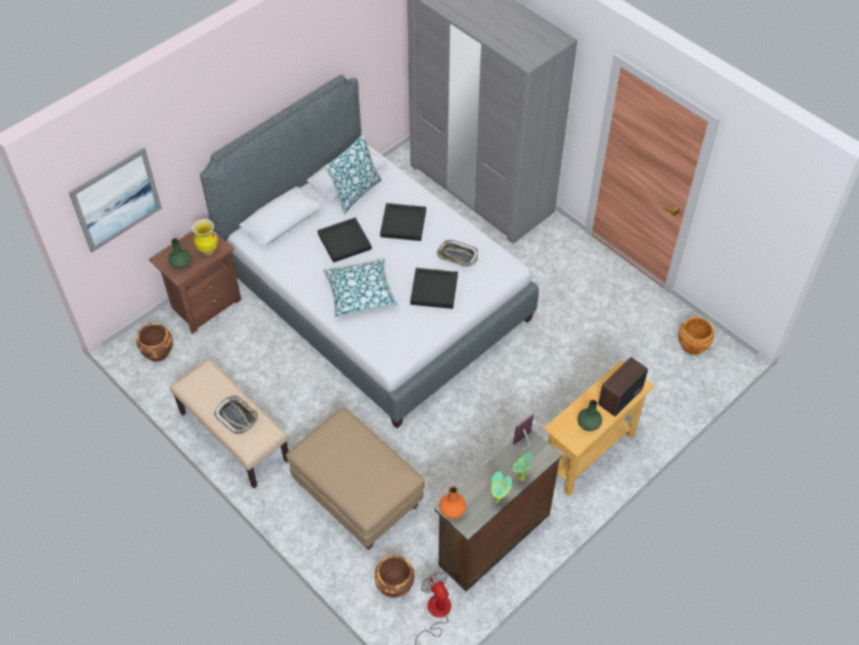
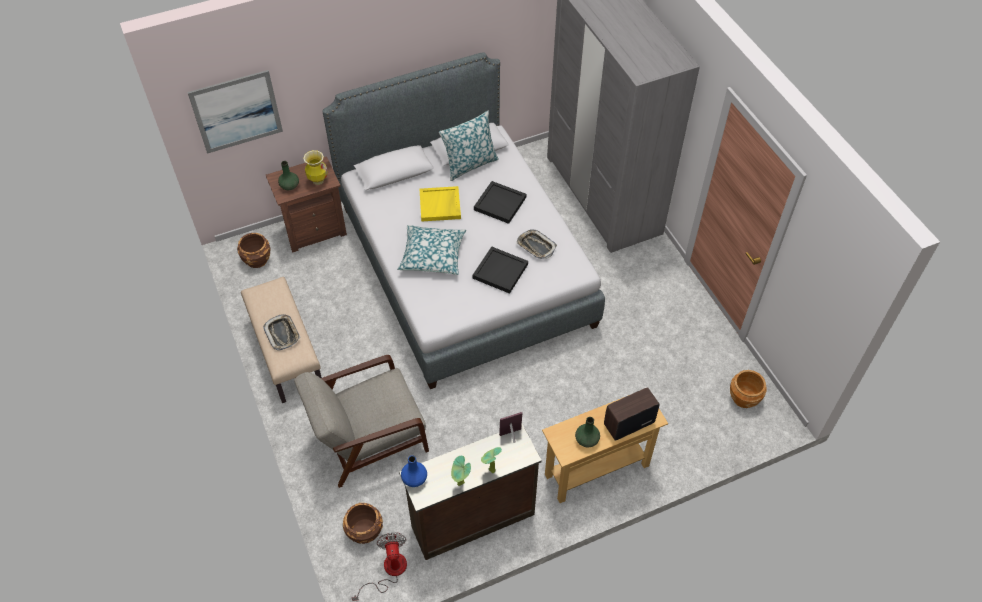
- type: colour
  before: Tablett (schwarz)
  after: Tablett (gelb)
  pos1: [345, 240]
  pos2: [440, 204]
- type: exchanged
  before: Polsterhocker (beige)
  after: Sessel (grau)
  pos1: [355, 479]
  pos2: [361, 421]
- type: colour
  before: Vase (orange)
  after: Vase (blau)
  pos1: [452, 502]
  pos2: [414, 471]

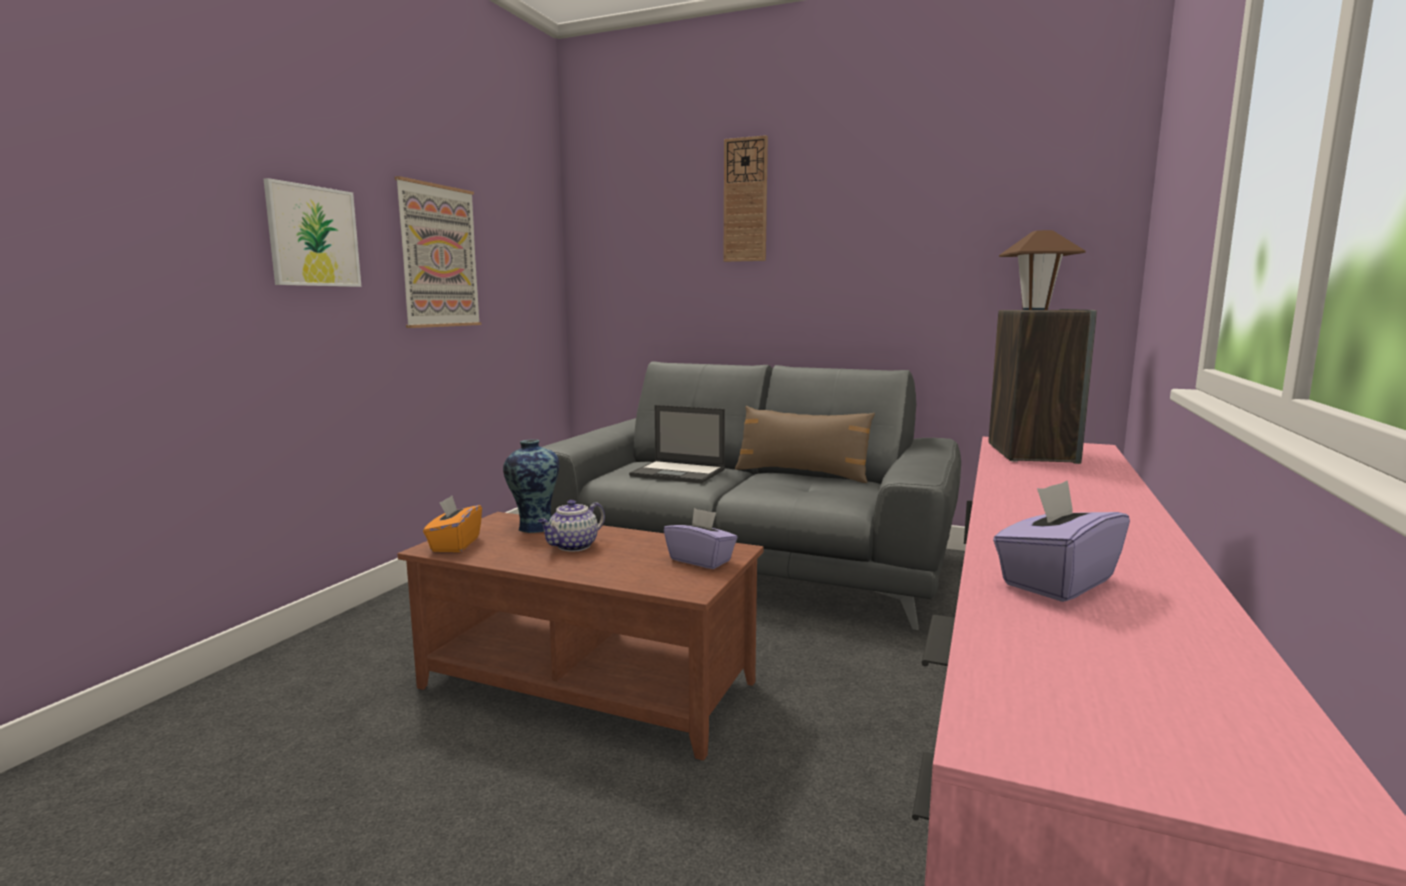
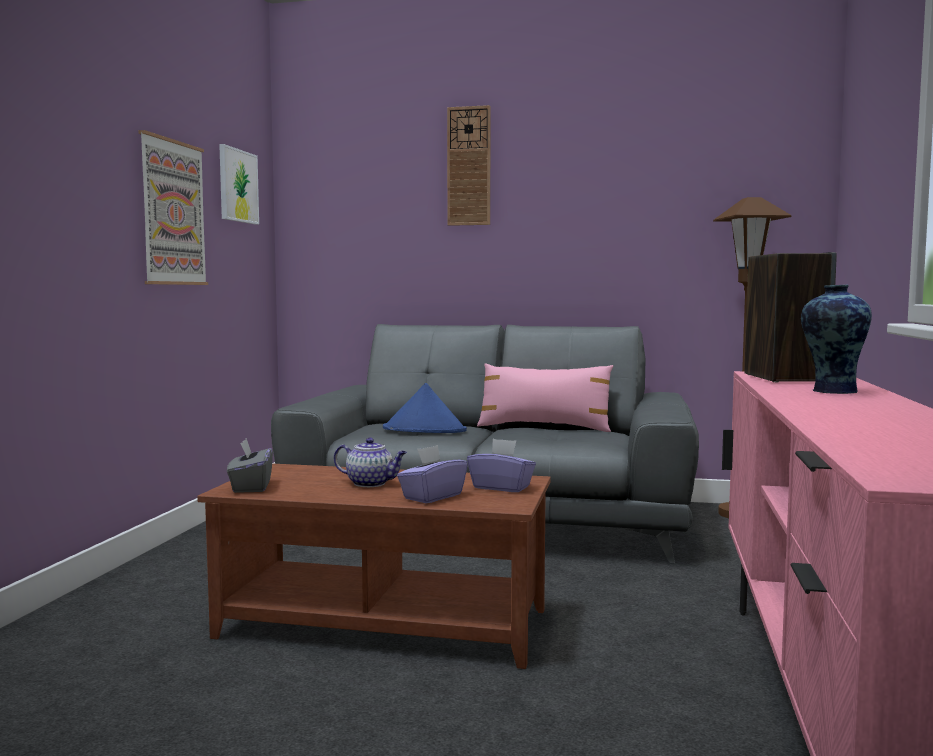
- type: relocated
  before: Bild
  pos1: [312, 232]
  pos2: [239, 184]
- type: exchanged
  before: Laptop
  after: Hut (blau)
  pos1: [677, 444]
  pos2: [425, 408]
- type: colour
  before: Kissen (braun)
  after: Kissen (rosa)
  pos1: [805, 444]
  pos2: [545, 397]
- type: relocated
  before: Vase
  pos1: [531, 486]
  pos2: [836, 339]
- type: relocated
  before: Taschentuchbox (lila)
  pos1: [1061, 541]
  pos2: [432, 474]
- type: colour
  before: Taschentuchbox (orange)
  after: Taschentuchbox (grau)
  pos1: [452, 523]
  pos2: [250, 465]
- type: spun
  before: Teekanne
  pos1: [571, 525]
  pos2: [370, 462]
  turn: -105

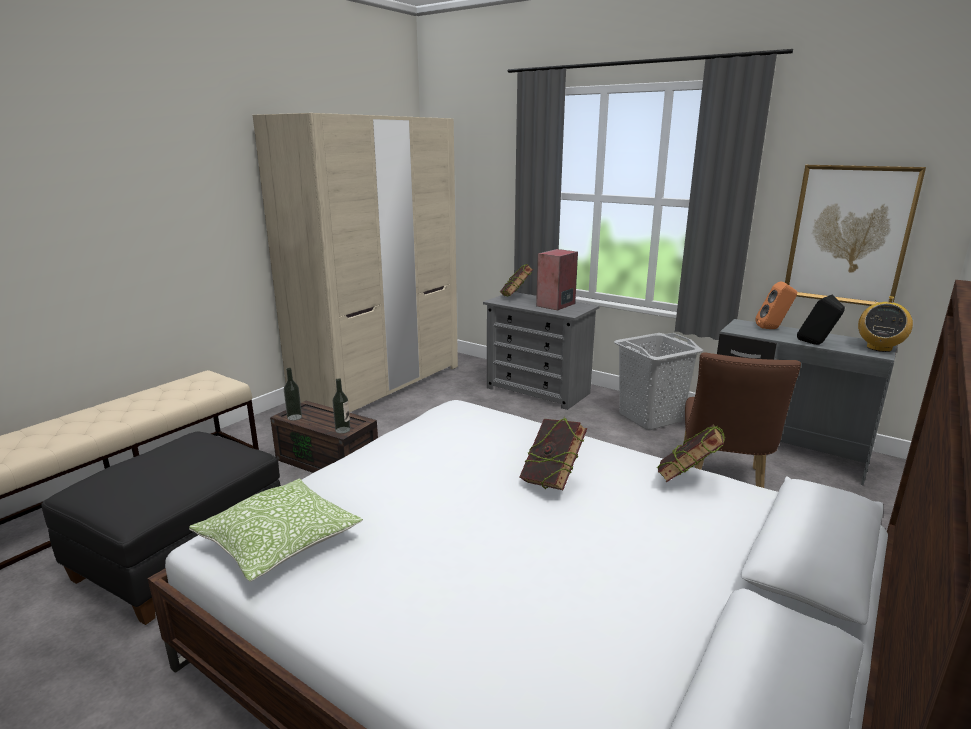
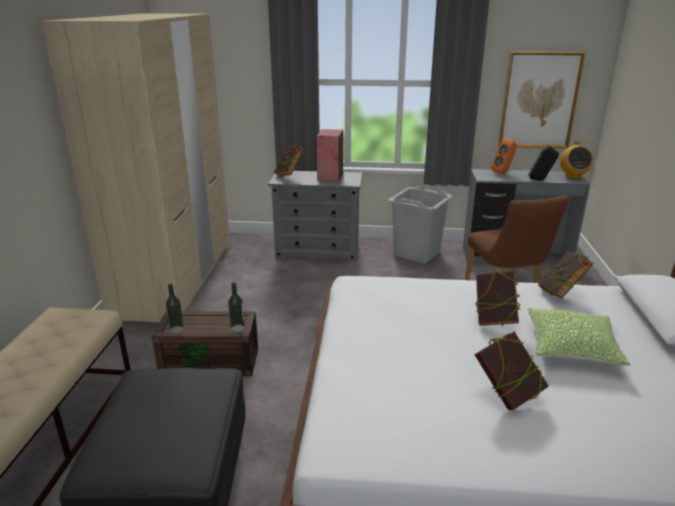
- type: relocated
  before: Kissen
  pos1: [276, 530]
  pos2: [579, 337]
- type: appeared
  after: Buch
  pos2: [511, 370]

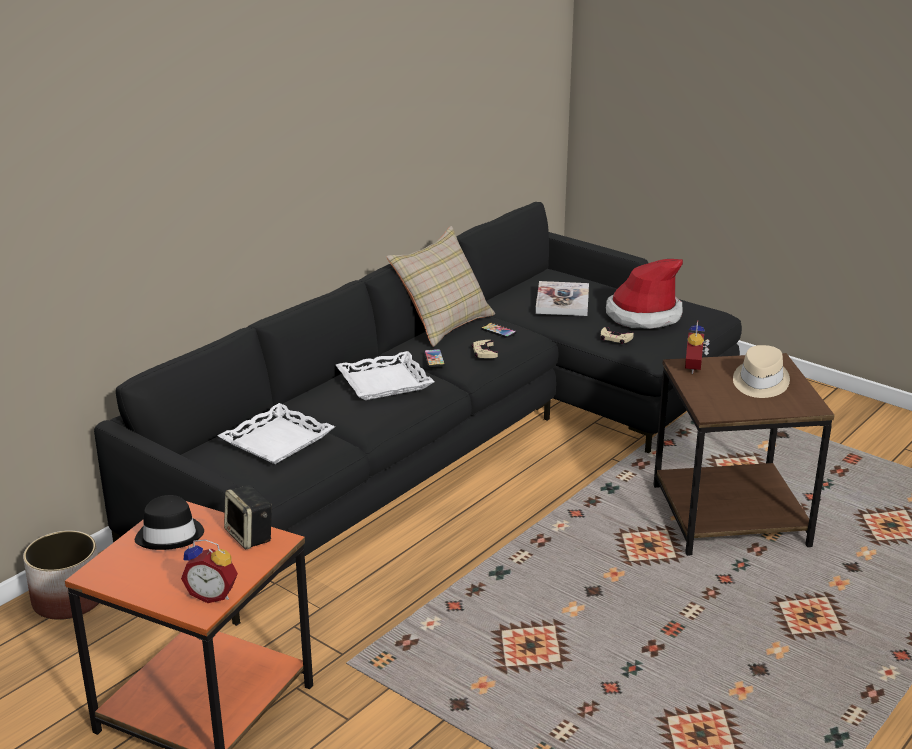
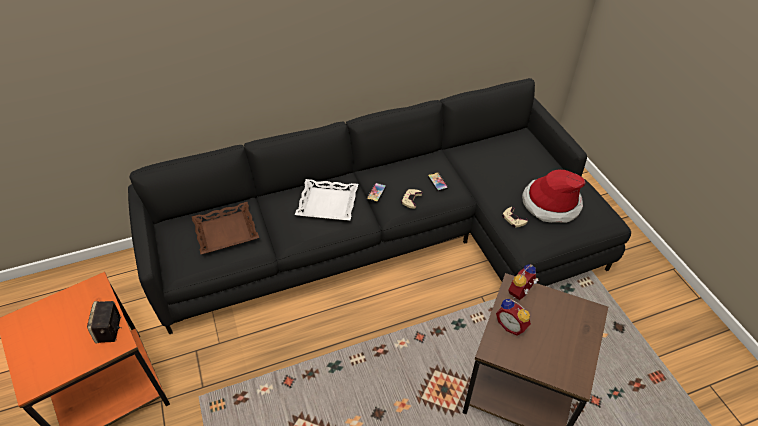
- type: missing
  before: Kissen (beige)
  pos1: [440, 286]
- type: missing
  before: Buch
  pos1: [562, 298]
- type: missing
  before: Hut (beige)
  pos1: [761, 371]
- type: colour
  before: Tablett (weiß)
  after: Tablett (braun)
  pos1: [276, 433]
  pos2: [225, 228]
- type: missing
  before: Hut (schwarz)
  pos1: [169, 522]
- type: missing
  before: Pflanzkübel
  pos1: [61, 575]
- type: relocated
  before: Wecker
  pos1: [209, 571]
  pos2: [513, 317]

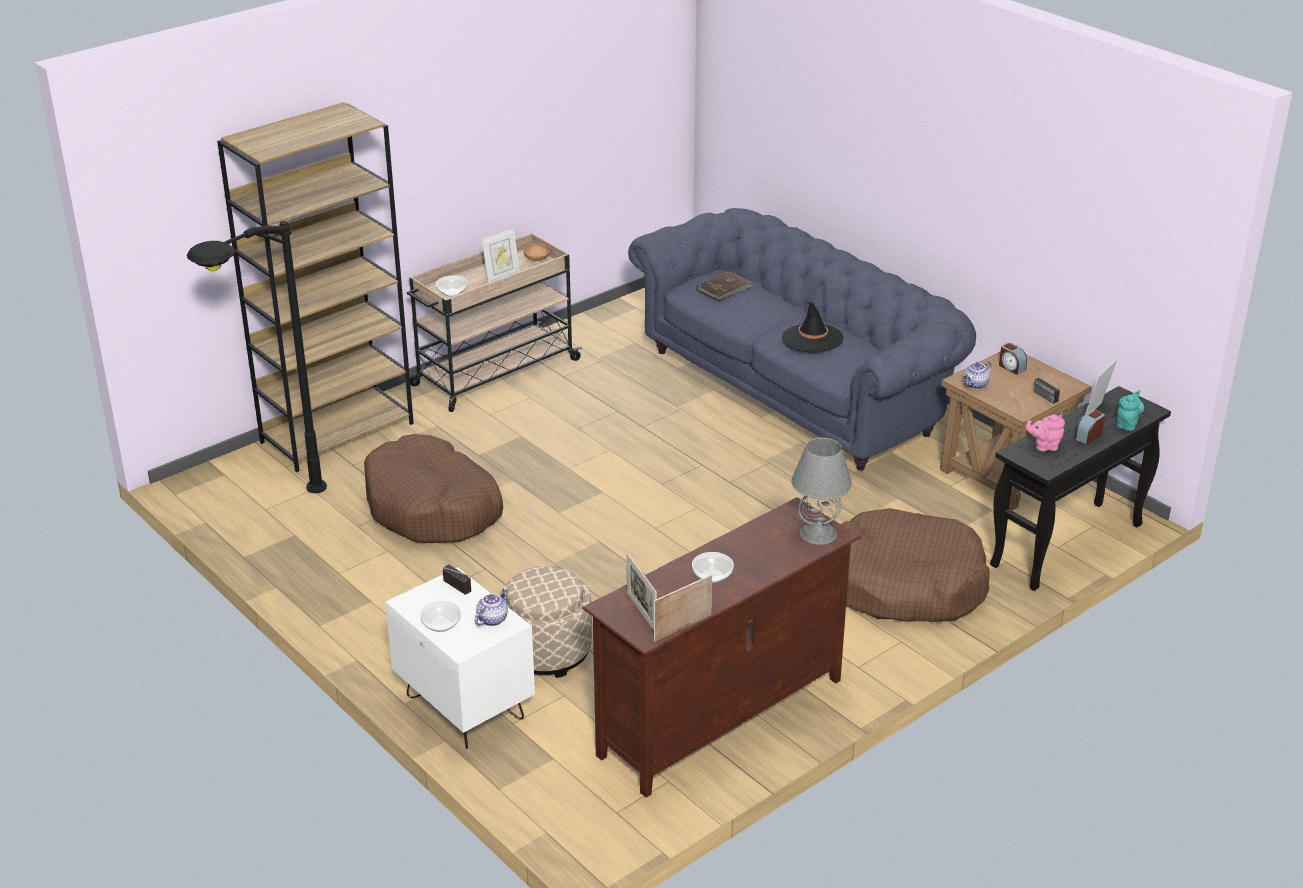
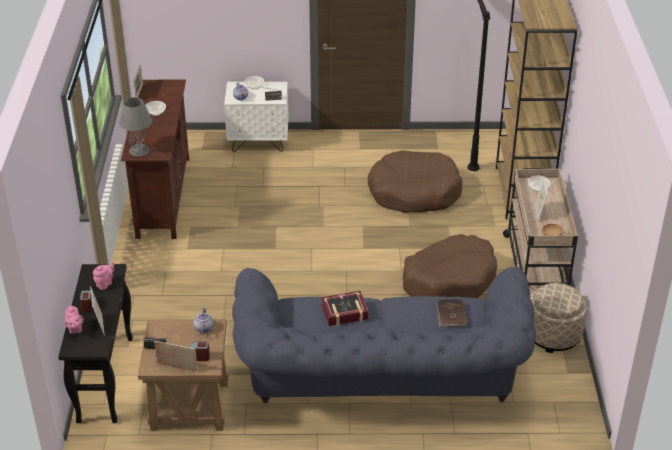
- type: exchanged
  before: Hut (schwarz)
  after: Buch
  pos1: [813, 327]
  pos2: [345, 308]
- type: colour
  before: Teekanne (türkis)
  after: Teekanne (rosa)
  pos1: [1130, 410]
  pos2: [74, 319]
- type: relocated
  before: Hundebett (braun)
  pos1: [915, 565]
  pos2: [450, 266]
- type: relocated
  before: Bilderrahmen
  pos1: [642, 591]
  pos2: [176, 356]
- type: relocated
  before: Polsterhocker (beige)
  pos1: [545, 622]
  pos2: [558, 318]

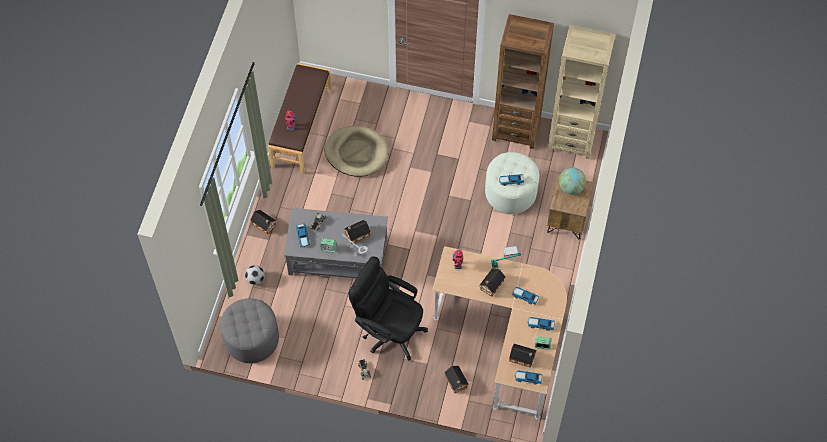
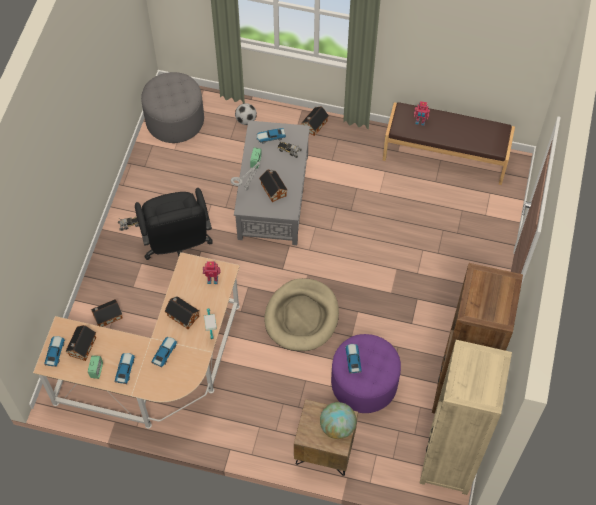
- type: relocated
  before: Hundebett (beige)
  pos1: [356, 151]
  pos2: [301, 314]
- type: colour
  before: Polsterhocker (weiß)
  after: Polsterhocker (lila)
  pos1: [512, 183]
  pos2: [366, 373]
- type: spun
  before: Bürostuhl (schwarz)
  pos1: [388, 308]
  pos2: [174, 224]
  turn: 135

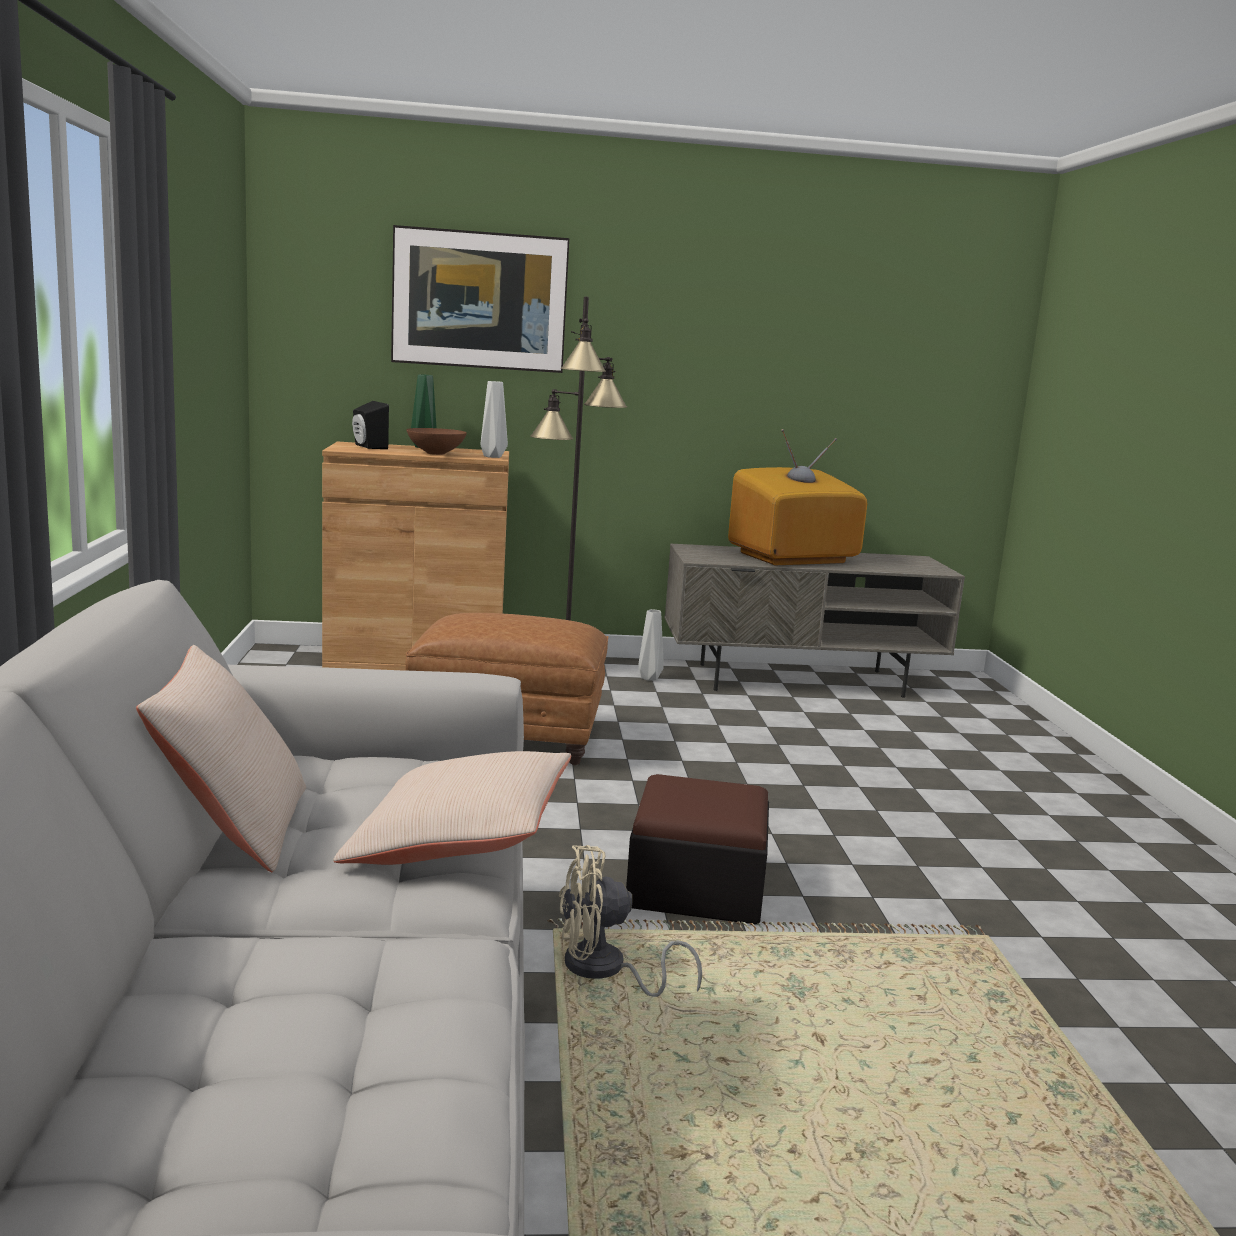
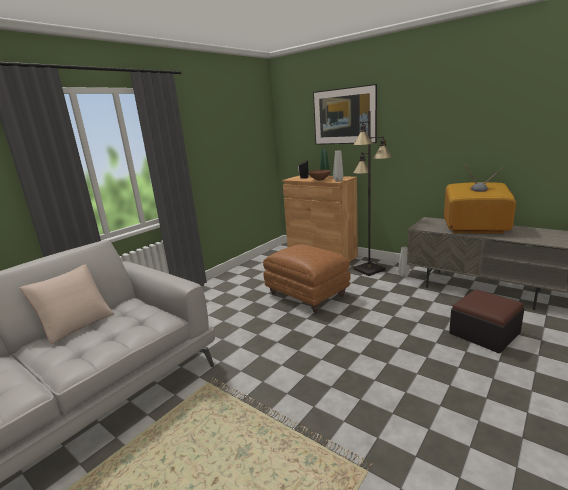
- type: missing
  before: Kissen (beige)
  pos1: [452, 808]
- type: relocated
  before: Polsterhocker
  pos1: [697, 849]
  pos2: [486, 321]
- type: missing
  before: Ventilator (beige)
  pos1: [630, 921]

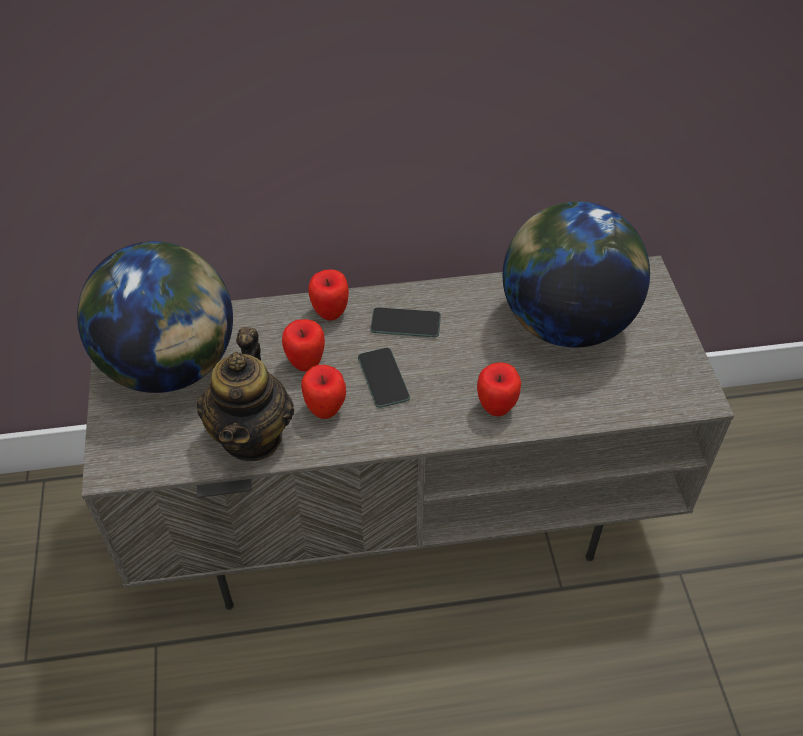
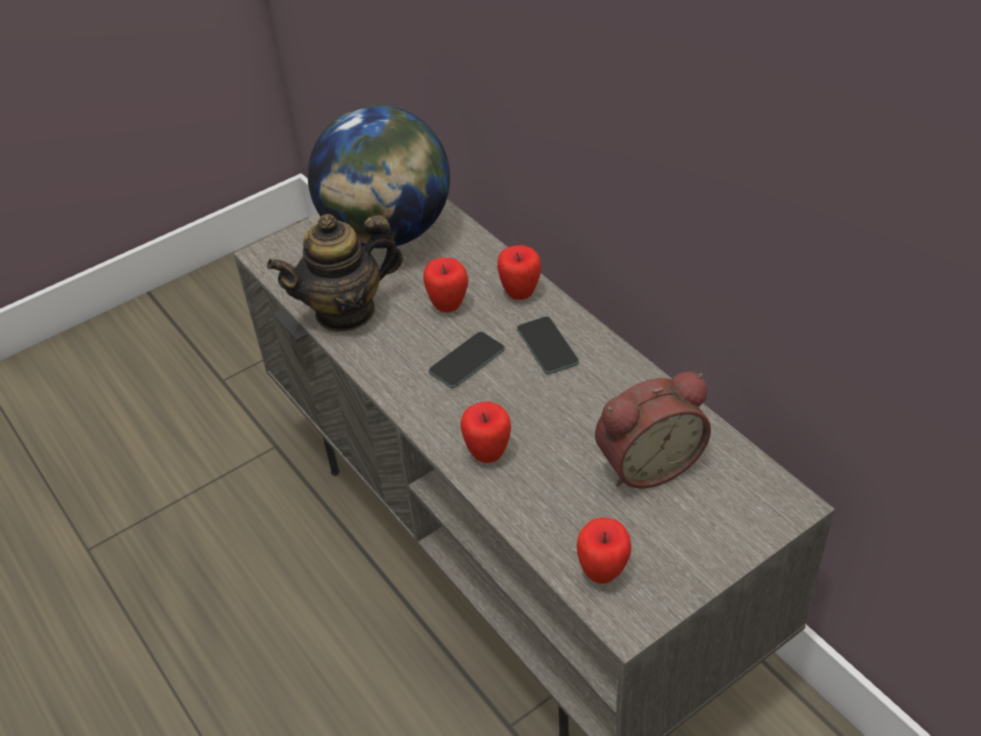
- type: exchanged
  before: Globus
  after: Wecker
  pos1: [576, 274]
  pos2: [653, 430]
- type: relocated
  before: Apfel
  pos1: [323, 392]
  pos2: [604, 551]

